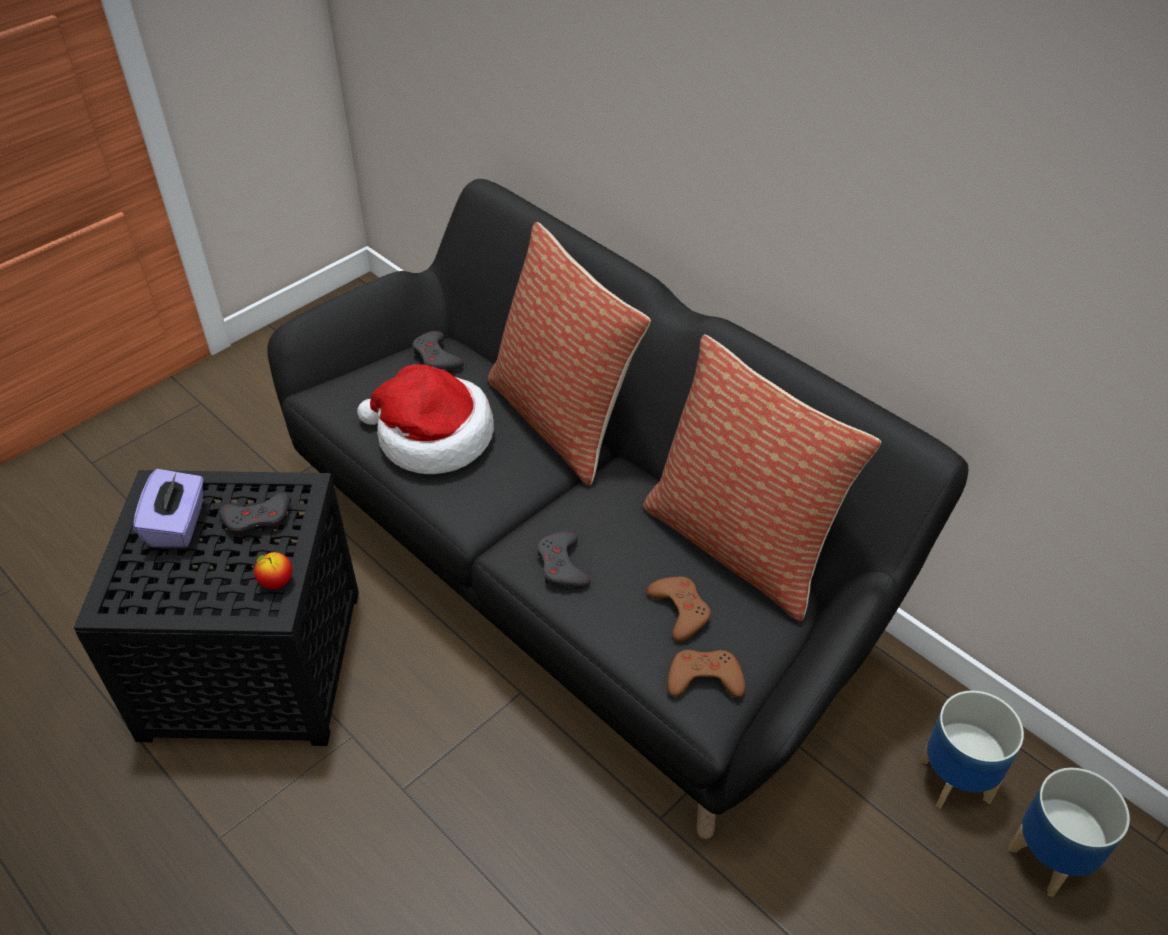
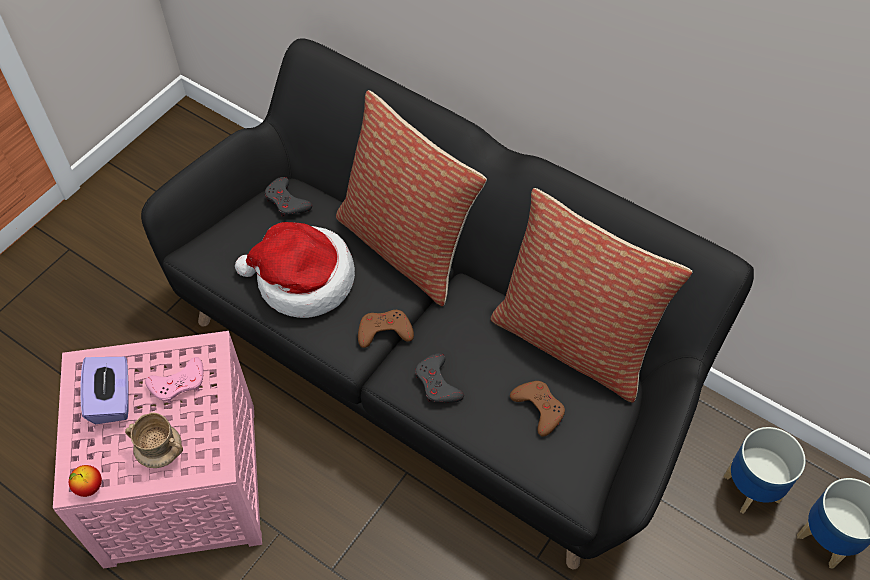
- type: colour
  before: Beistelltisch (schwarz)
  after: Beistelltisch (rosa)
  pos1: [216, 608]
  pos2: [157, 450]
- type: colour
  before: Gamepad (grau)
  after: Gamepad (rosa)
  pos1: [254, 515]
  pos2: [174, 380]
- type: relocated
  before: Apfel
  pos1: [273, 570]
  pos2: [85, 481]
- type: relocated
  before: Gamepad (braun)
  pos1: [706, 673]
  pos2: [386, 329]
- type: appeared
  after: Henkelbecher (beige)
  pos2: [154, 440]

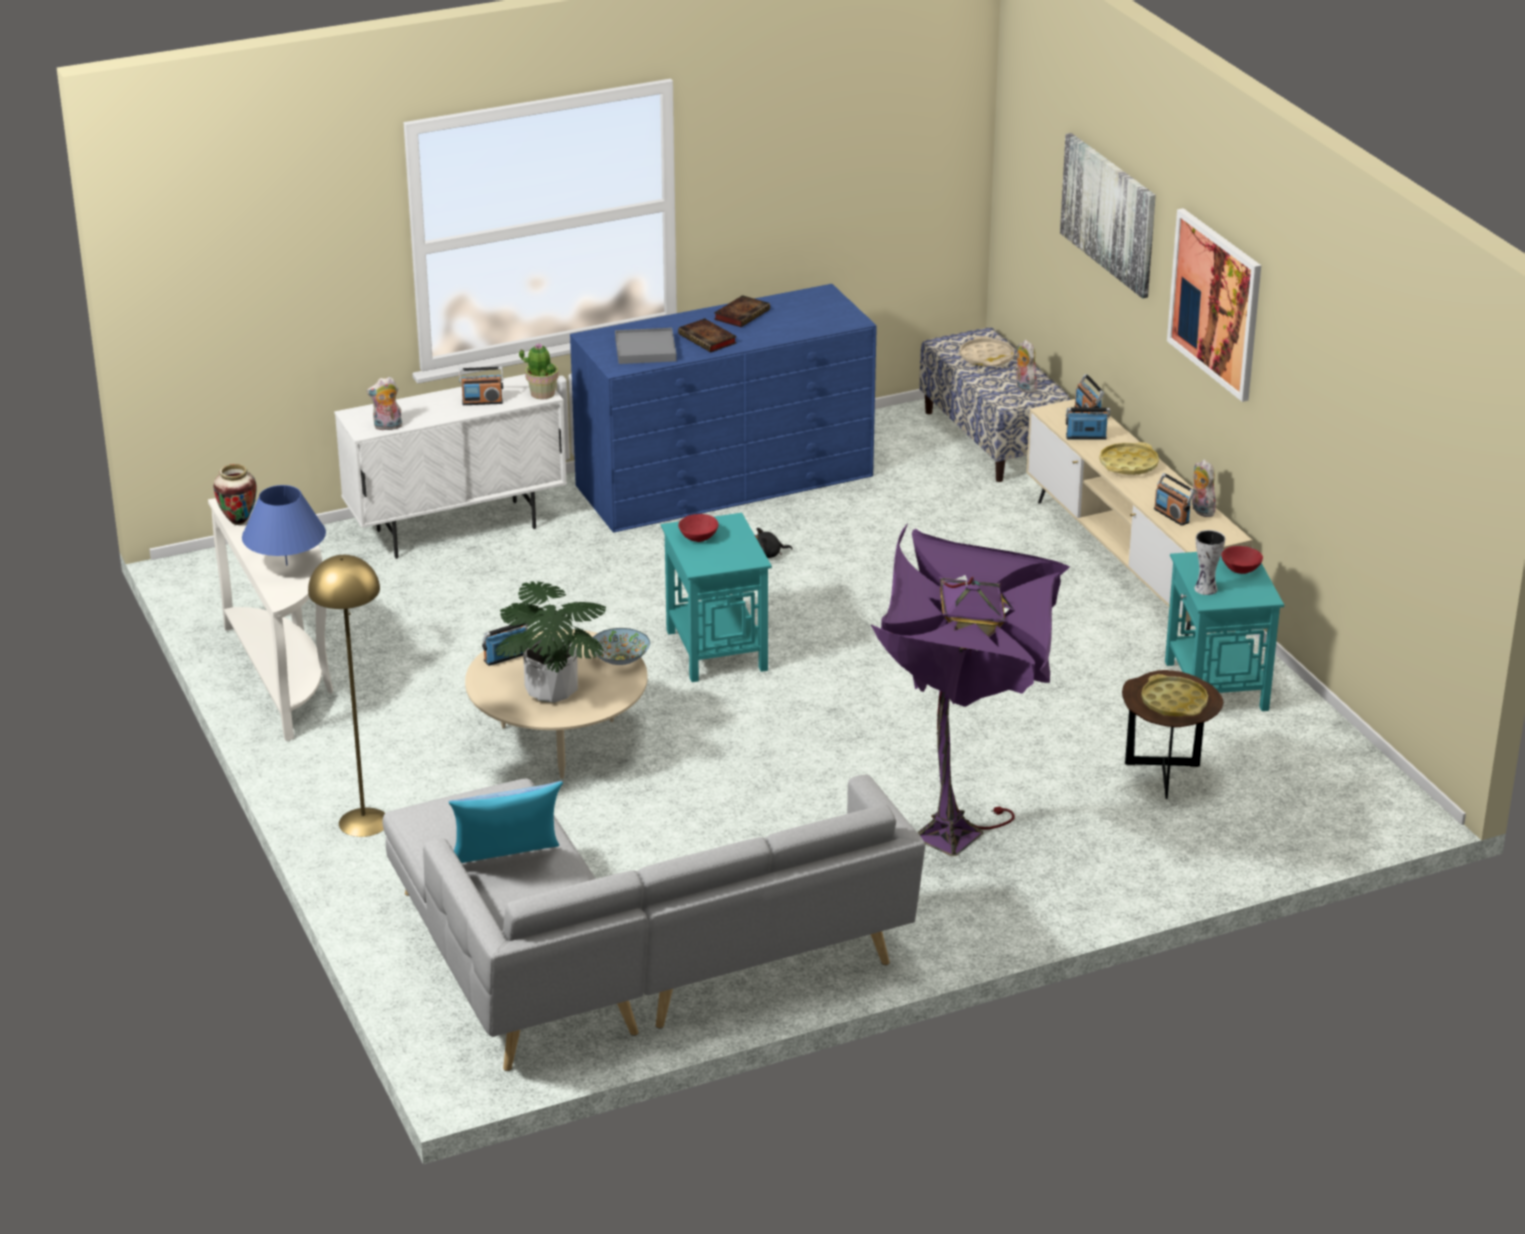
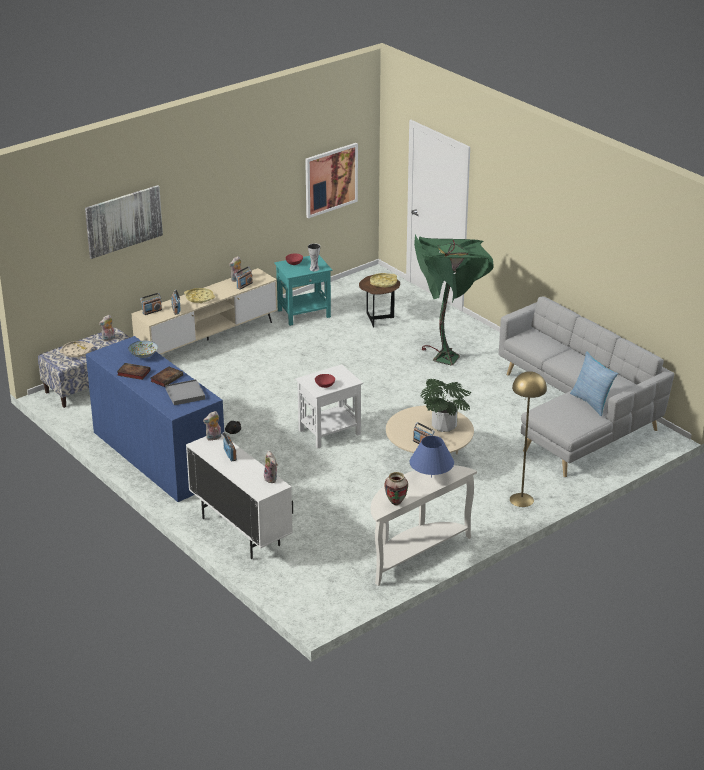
- type: relocated
  before: Bild
  pos1: [1214, 305]
  pos2: [331, 181]
- type: exchanged
  before: Topfpflanze
  after: Plüschtier
  pos1: [539, 372]
  pos2: [212, 426]
- type: colour
  before: Beistelltisch (türkis)
  after: Beistelltisch (weiß)
  pos1: [716, 597]
  pos2: [329, 406]
- type: colour
  before: Stehlampe (lila)
  after: Stehlampe (grün)
  pos1: [970, 690]
  pos2: [454, 300]
- type: relocated
  before: Schüssel
  pos1: [621, 646]
  pos2: [143, 349]

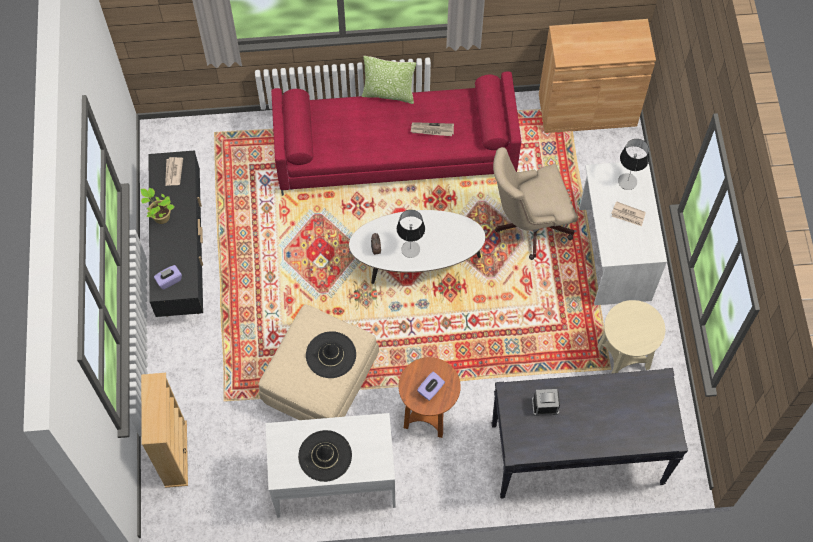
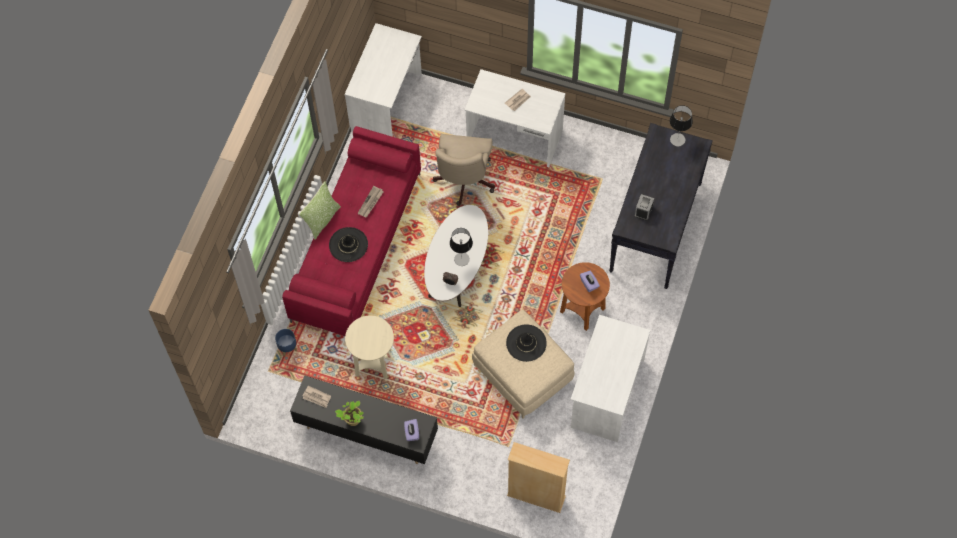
- type: exchanged
  before: Schrank (braun)
  after: Schreibtisch (weiß)
  pos1: [597, 76]
  pos2: [383, 80]
- type: relocated
  before: Tischlampe
  pos1: [633, 164]
  pos2: [681, 126]
- type: relocated
  before: Beistelltisch (beige)
  pos1: [631, 336]
  pos2: [369, 347]
- type: relocated
  before: Hut (schwarz)
  pos1: [325, 456]
  pos2: [348, 244]
- type: appeared
  after: Pflanzkübel (blau)
  pos2: [286, 343]

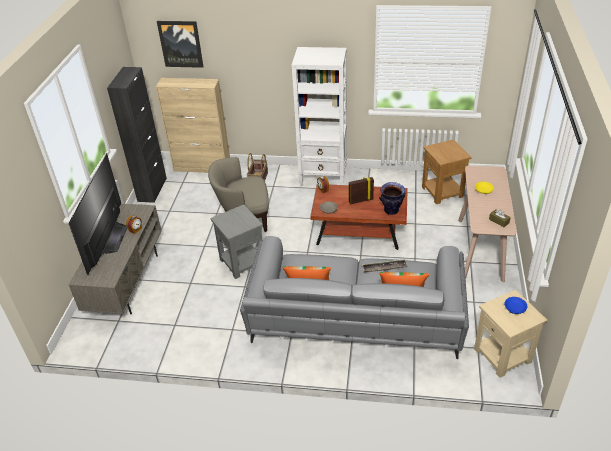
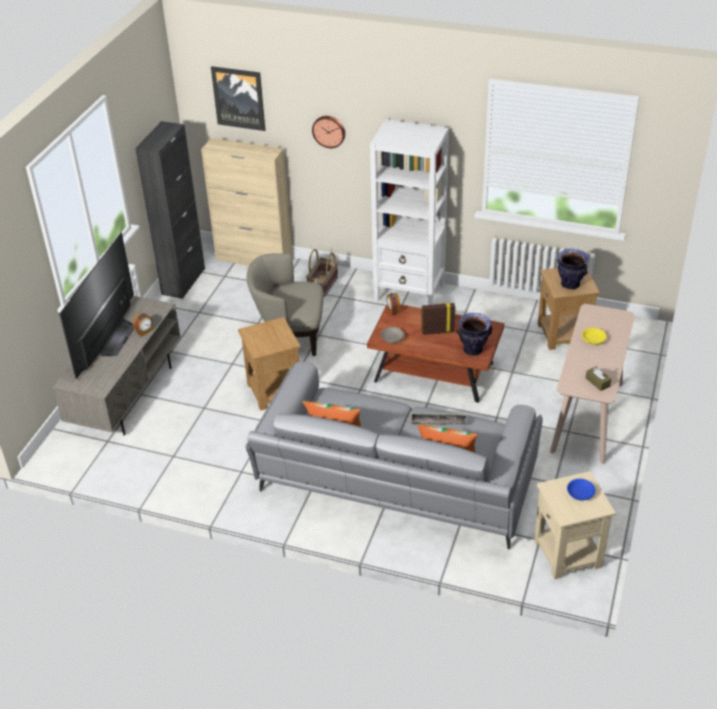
- type: colour
  before: Beistelltisch (grau)
  after: Beistelltisch (braun)
  pos1: [236, 242]
  pos2: [269, 364]
- type: appeared
  after: Wanduhr
  pos2: [328, 132]
- type: appeared
  after: Vase
  pos2: [573, 269]

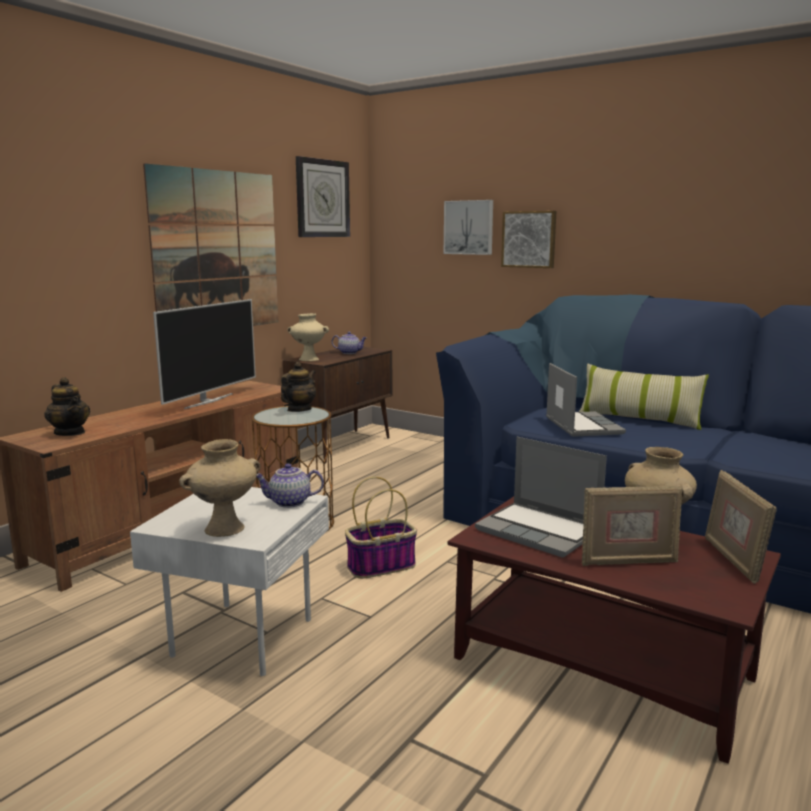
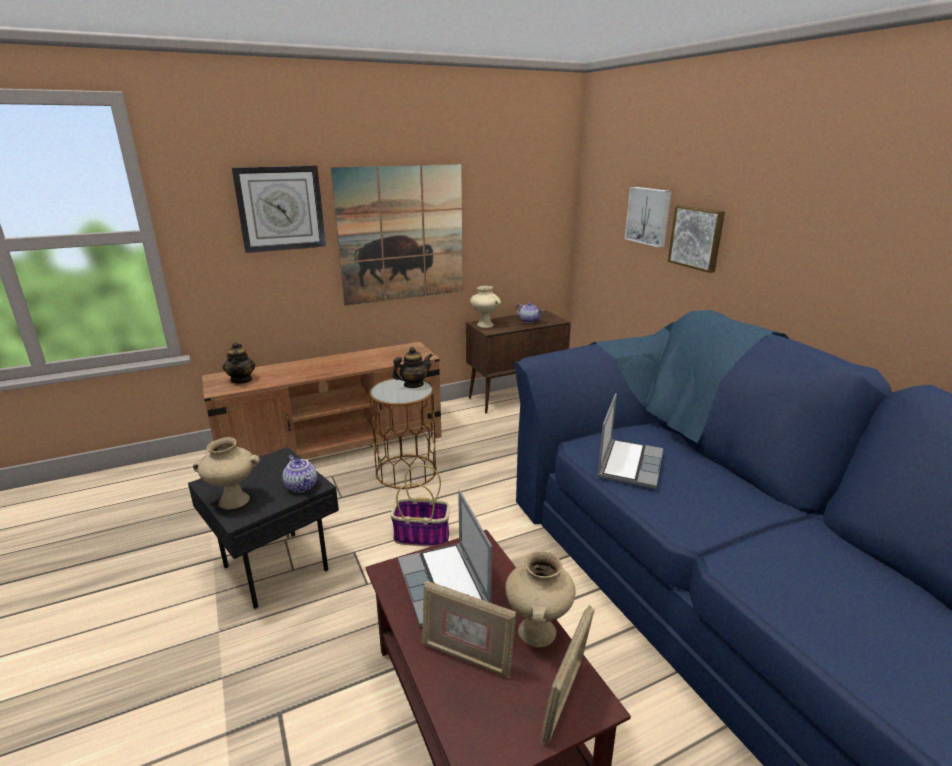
- type: relocated
  before: Wanduhr
  pos1: [323, 196]
  pos2: [278, 209]
- type: missing
  before: Fernseher
  pos1: [204, 354]
- type: missing
  before: Kissen
  pos1: [644, 397]
- type: spun
  before: Teekanne
  pos1: [290, 485]
  pos2: [300, 474]
  turn: -150
- type: colour
  before: Beistelltisch (weiß)
  after: Beistelltisch (schwarz)
  pos1: [229, 581]
  pos2: [263, 528]

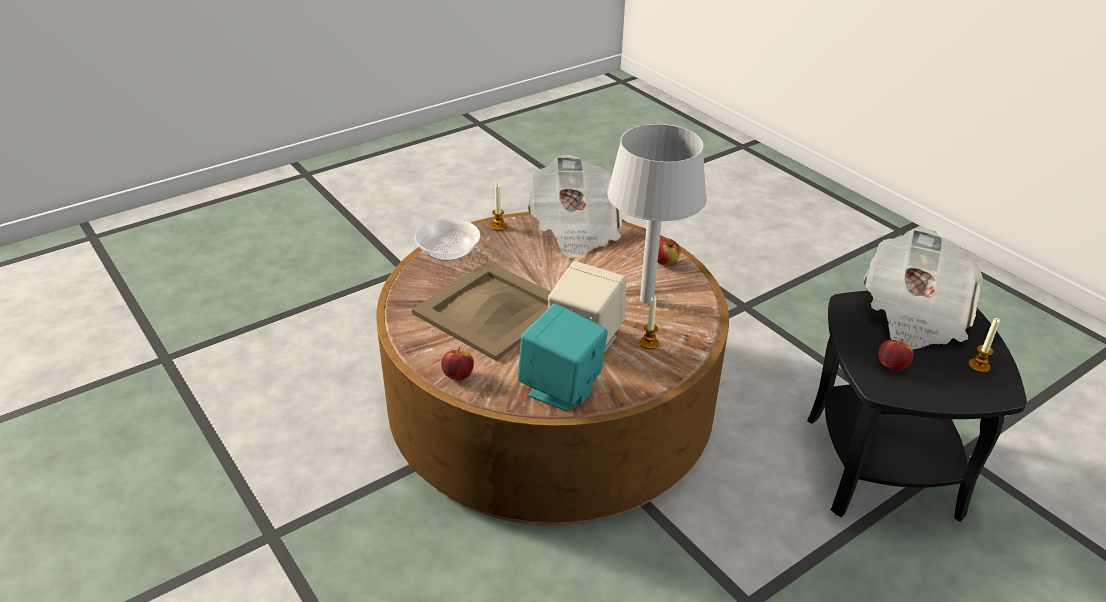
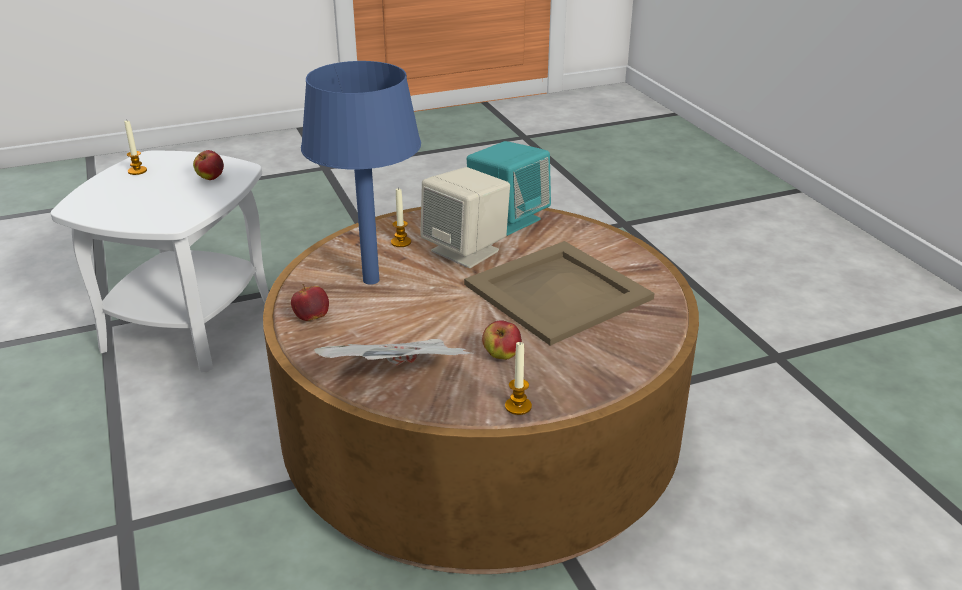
- type: colour
  before: Tischlampe (grau)
  after: Tischlampe (blau)
  pos1: [657, 214]
  pos2: [361, 173]
- type: missing
  before: Schüssel
  pos1: [447, 239]
- type: missing
  before: Zeitung
  pos1: [923, 288]
- type: colour
  before: Beistelltisch (schwarz)
  after: Beistelltisch (weiß)
  pos1: [917, 406]
  pos2: [160, 262]
- type: relocated
  before: Apfel
  pos1: [457, 363]
  pos2: [502, 340]

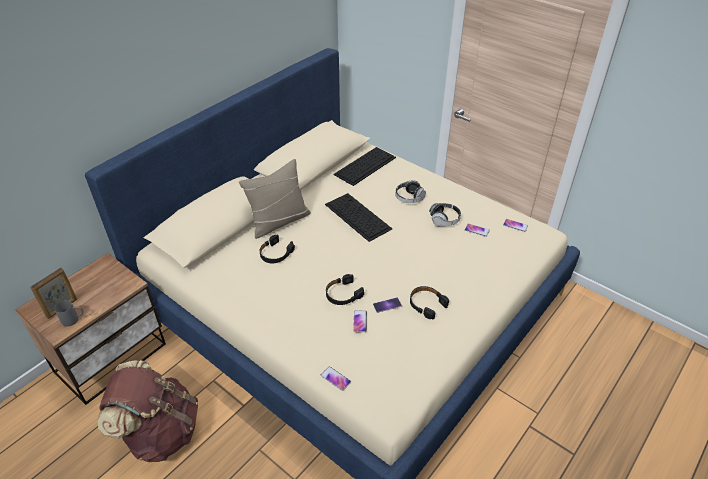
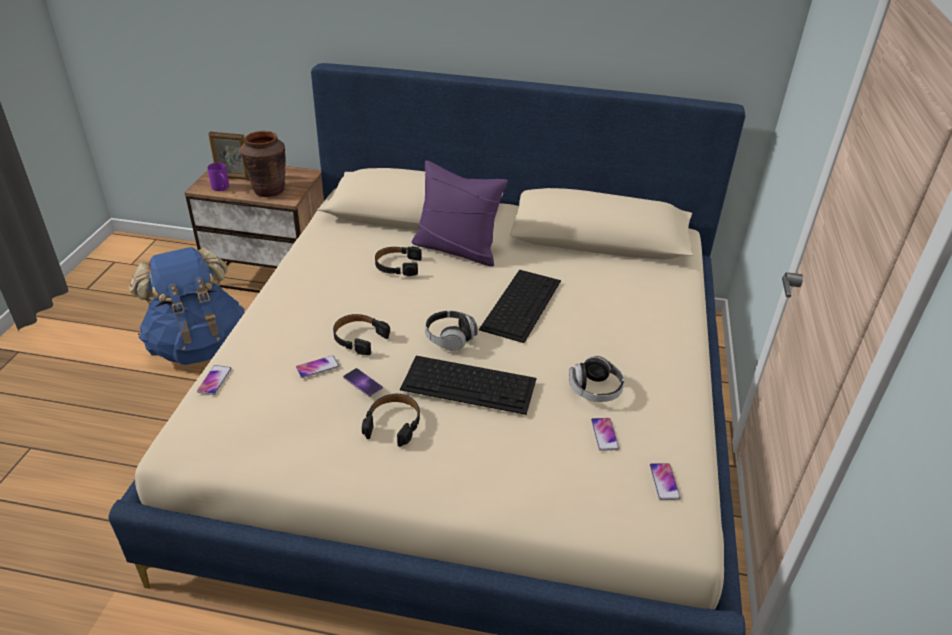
- type: relocated
  before: Tastatur
  pos1: [364, 166]
  pos2: [468, 385]
- type: colour
  before: Kissen (beige)
  after: Kissen (lila)
  pos1: [275, 199]
  pos2: [460, 213]
- type: relocated
  before: Kopfhörer
  pos1: [410, 191]
  pos2: [451, 330]
- type: colour
  before: Henkelbecher (grau)
  after: Henkelbecher (lila)
  pos1: [69, 313]
  pos2: [218, 177]
- type: colour
  before: Rucksack (braun)
  after: Rucksack (blau)
  pos1: [148, 411]
  pos2: [186, 306]
- type: appeared
  after: Vase (braun)
  pos2: [263, 164]

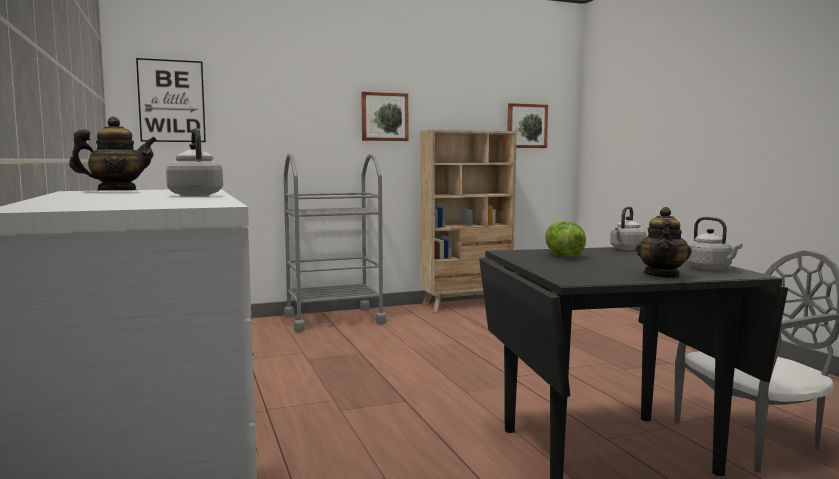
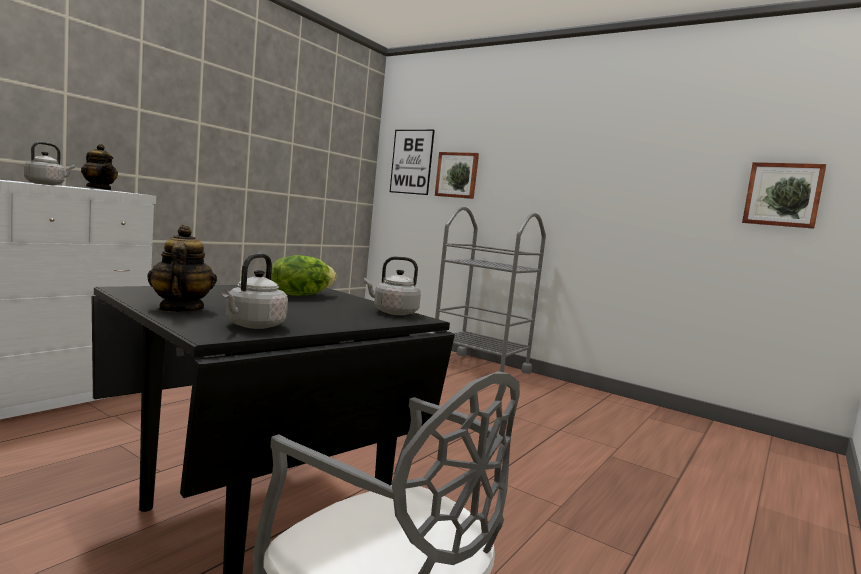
- type: relocated
  before: Bild
  pos1: [384, 116]
  pos2: [457, 175]
- type: missing
  before: Bücherregal (beige)
  pos1: [468, 221]
- type: spun
  before: Teekanne
  pos1: [663, 242]
  pos2: [182, 268]
  turn: 90

